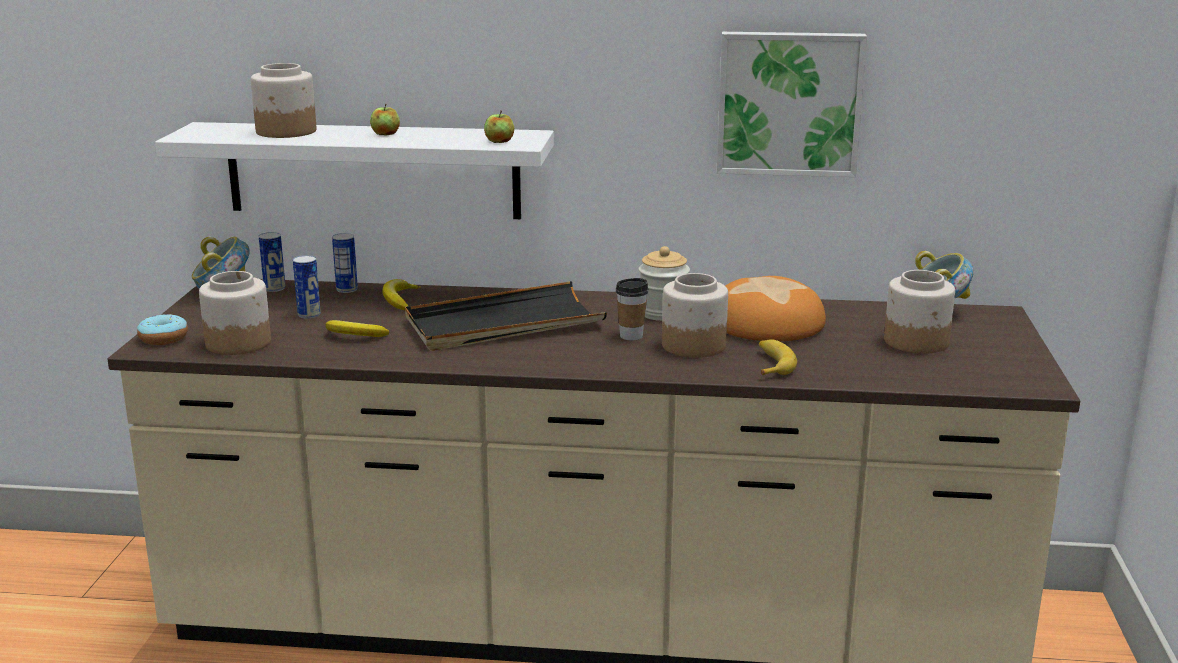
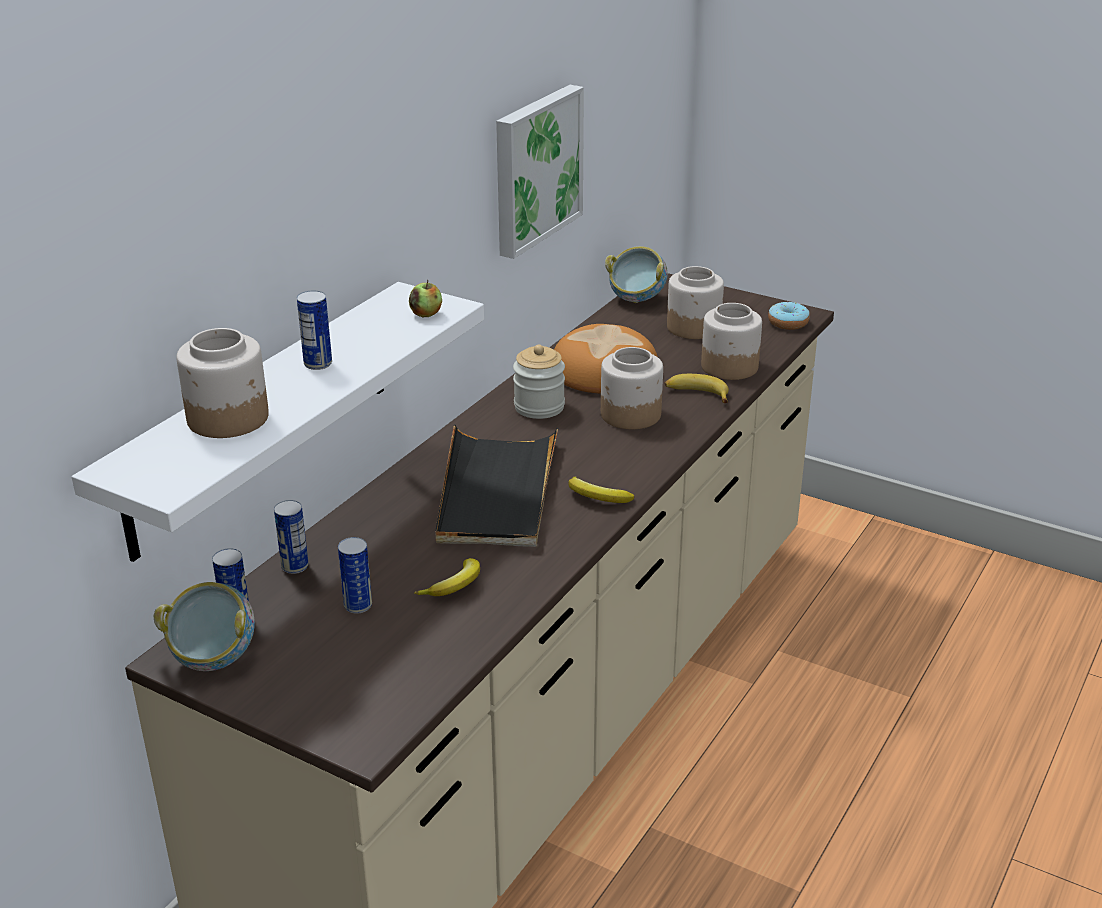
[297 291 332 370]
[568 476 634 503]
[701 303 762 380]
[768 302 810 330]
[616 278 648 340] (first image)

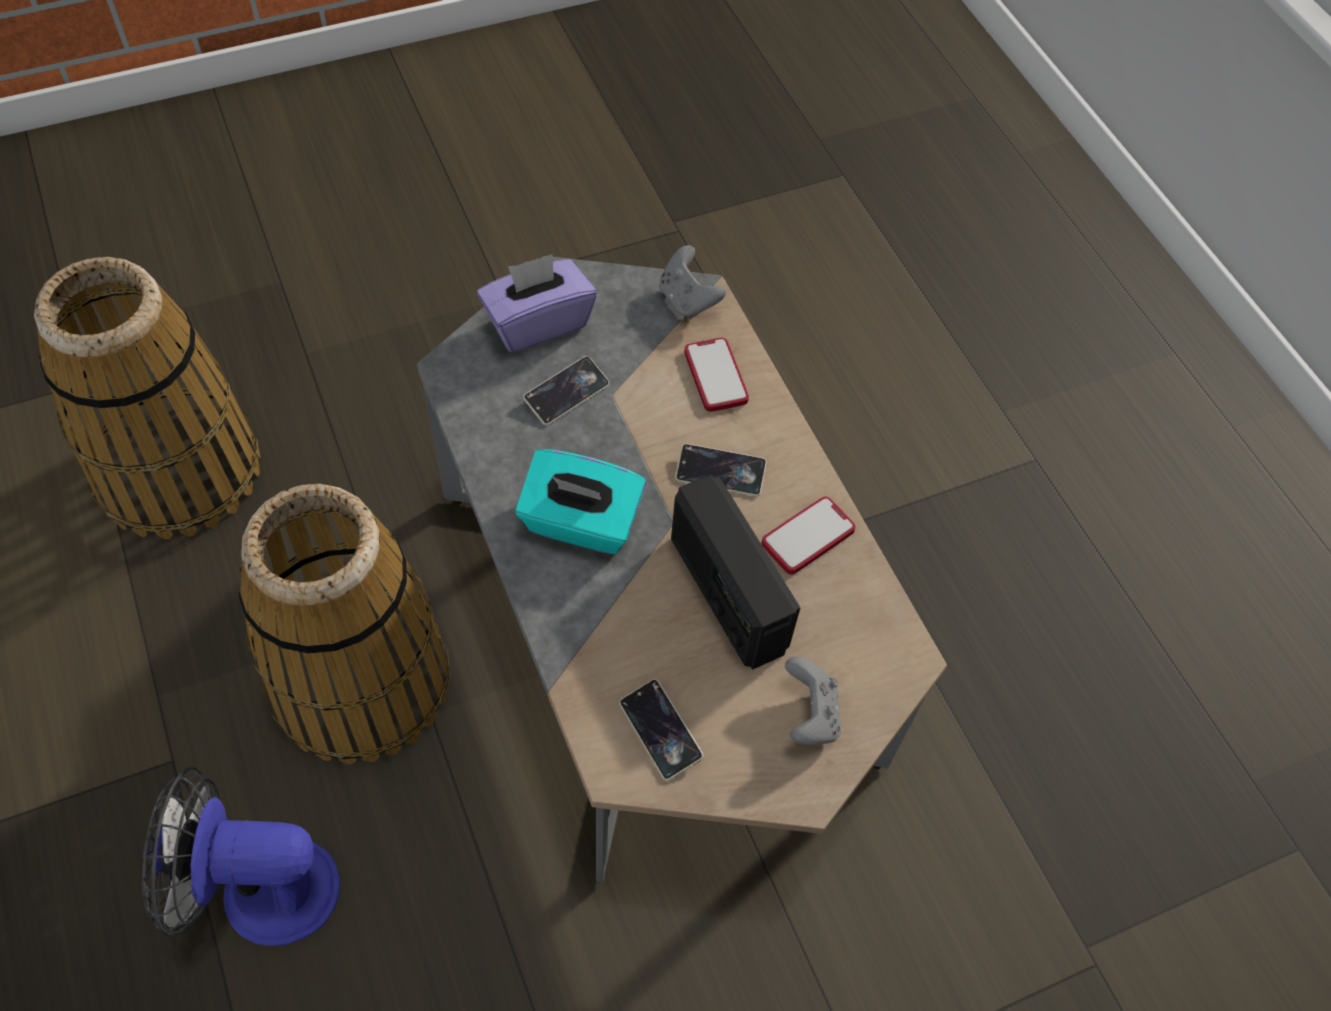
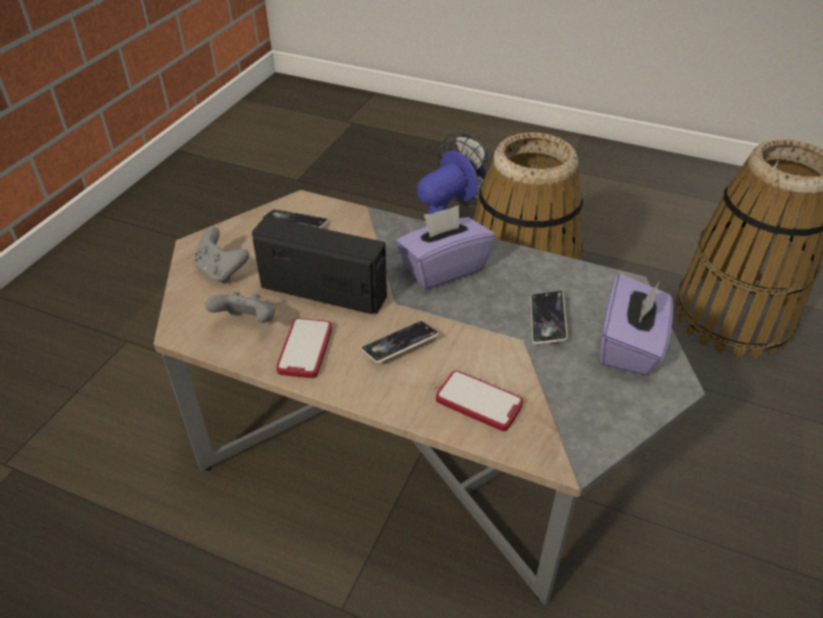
[205 291 275 323]
[396 205 495 289]

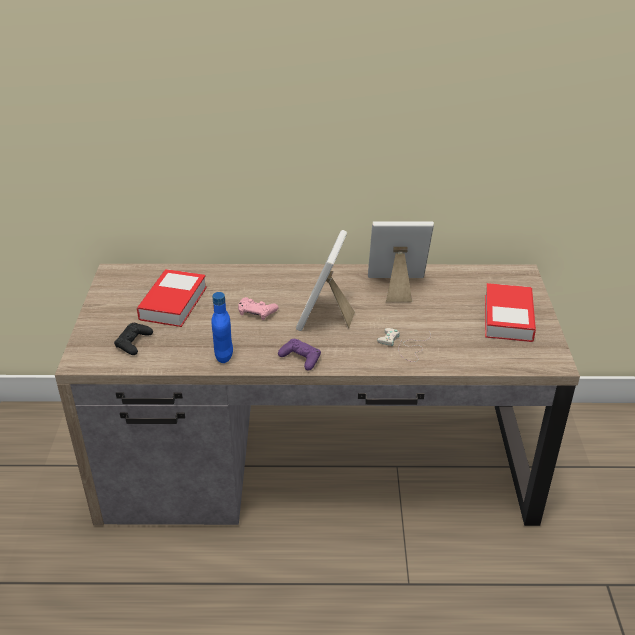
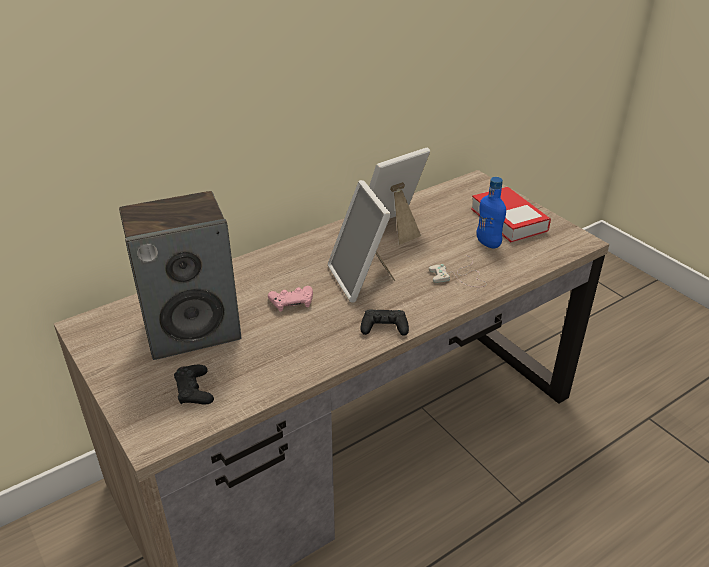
[119 191 241 360]
[360 309 409 336]
[476 177 506 249]

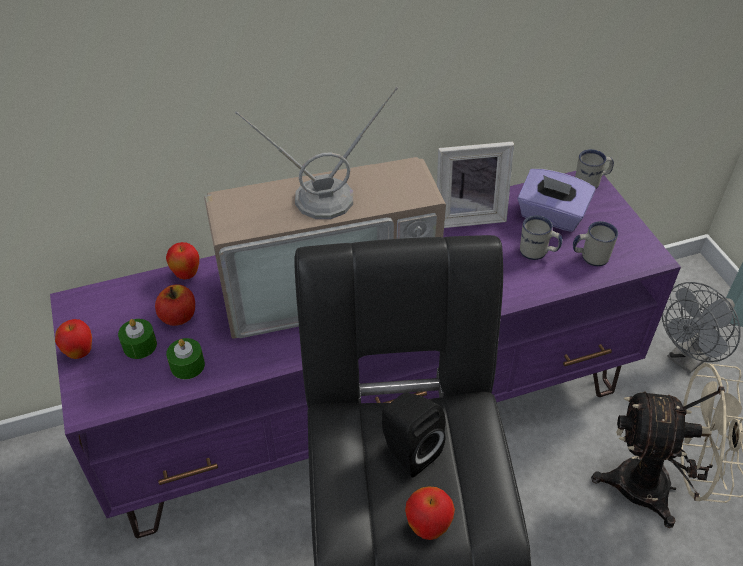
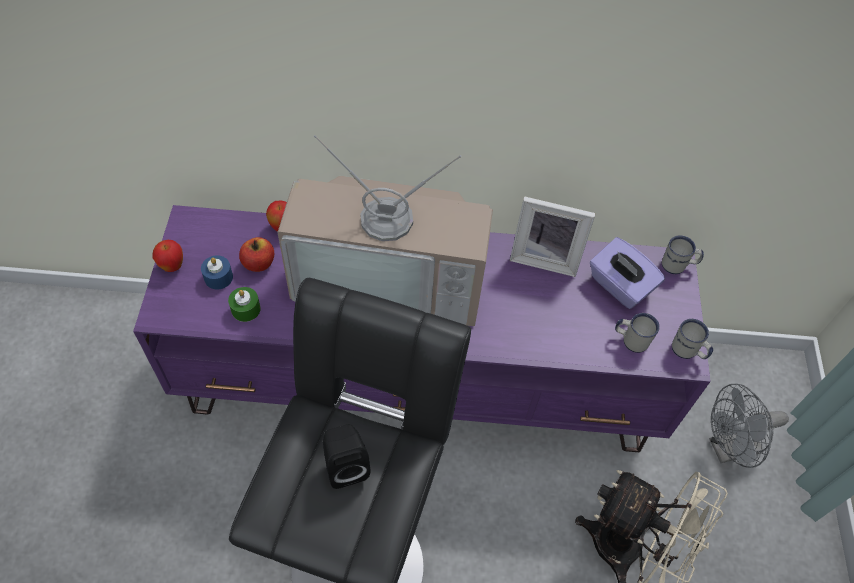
[201 255 233 289]
[672 319 713 359]
[405 486 455 540] (first image)

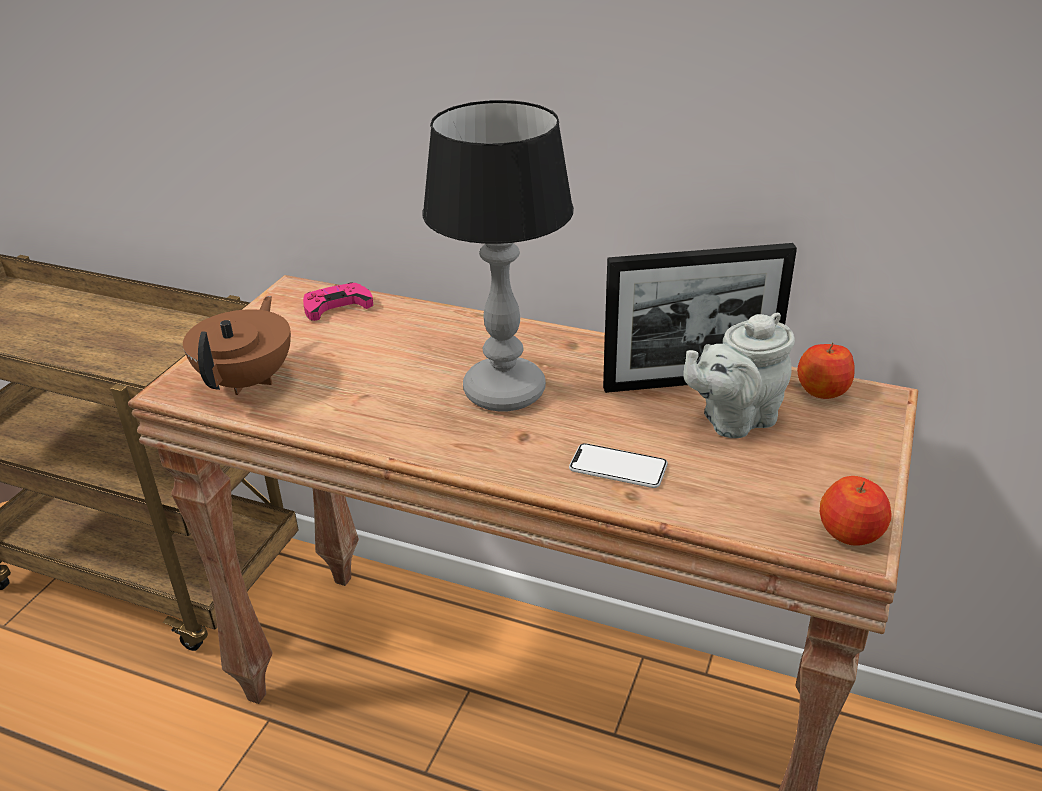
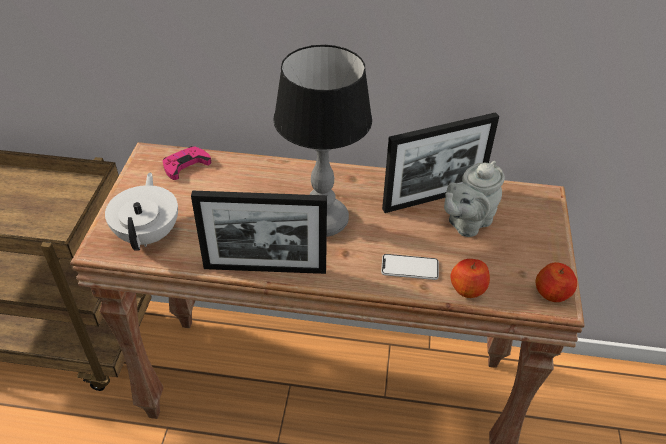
[105 173 178 250]
[191 190 327 274]
[450 259 490 298]

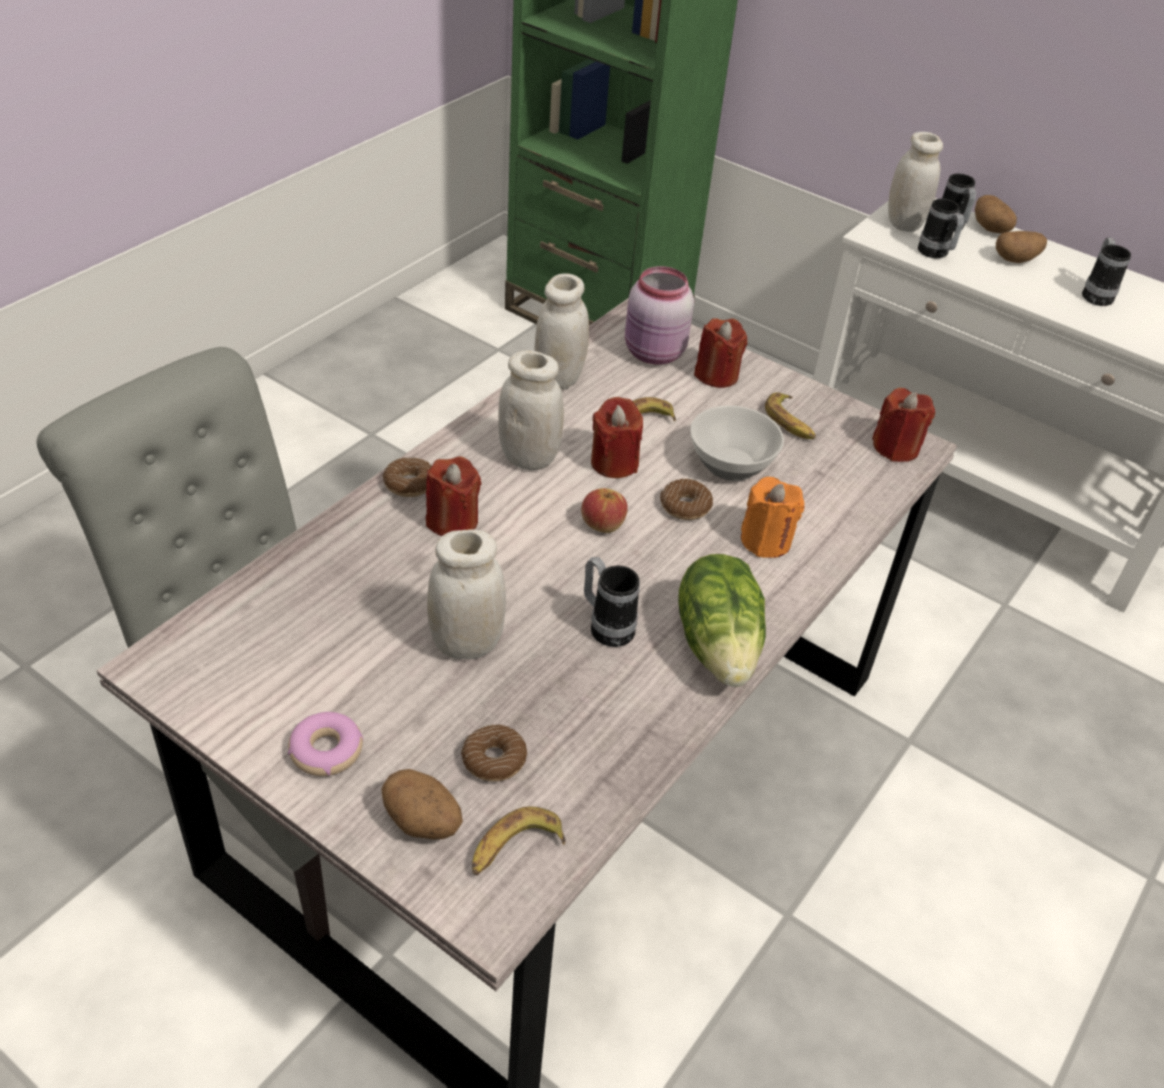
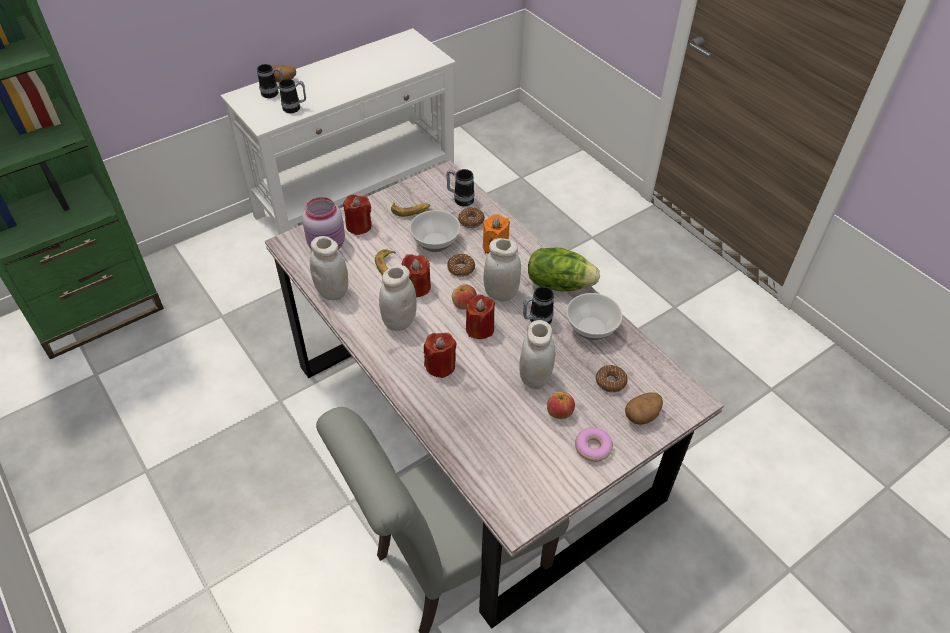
[446 169 474 206]
[458 207 485 228]
[466 294 495 339]
[484 238 521 301]
[547 392 575 419]
[566 293 622 340]
[472 807 566 875] (first image)
[996 231 1047 263] (first image)

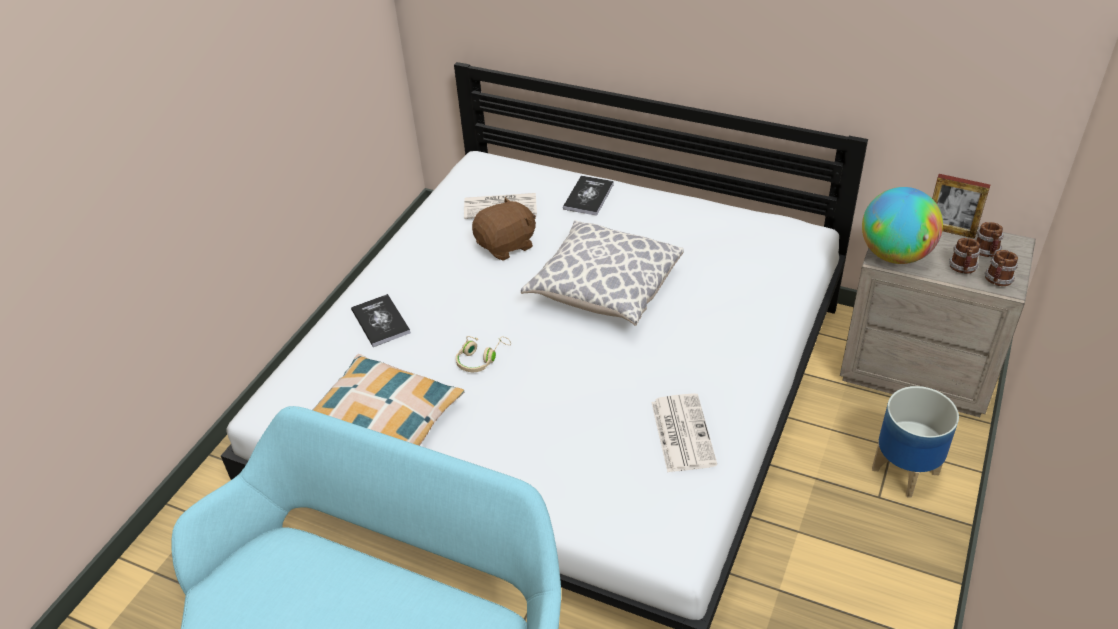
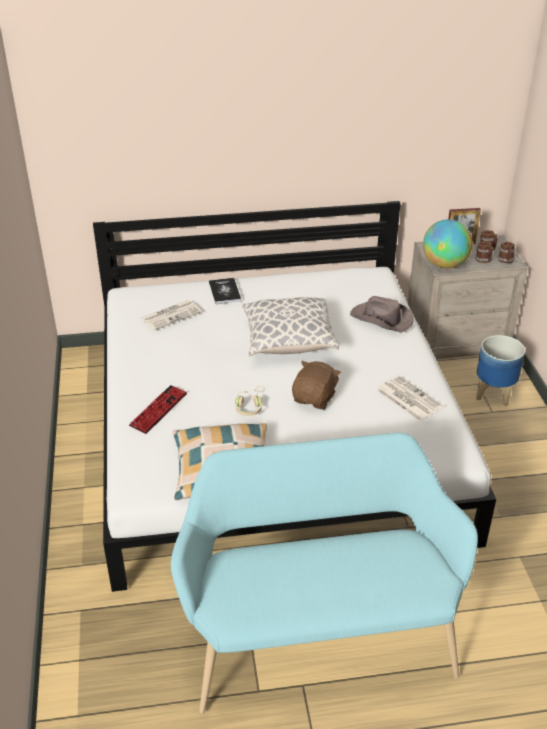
[129 385 187 434]
[292 361 341 409]
[350 296 414 333]

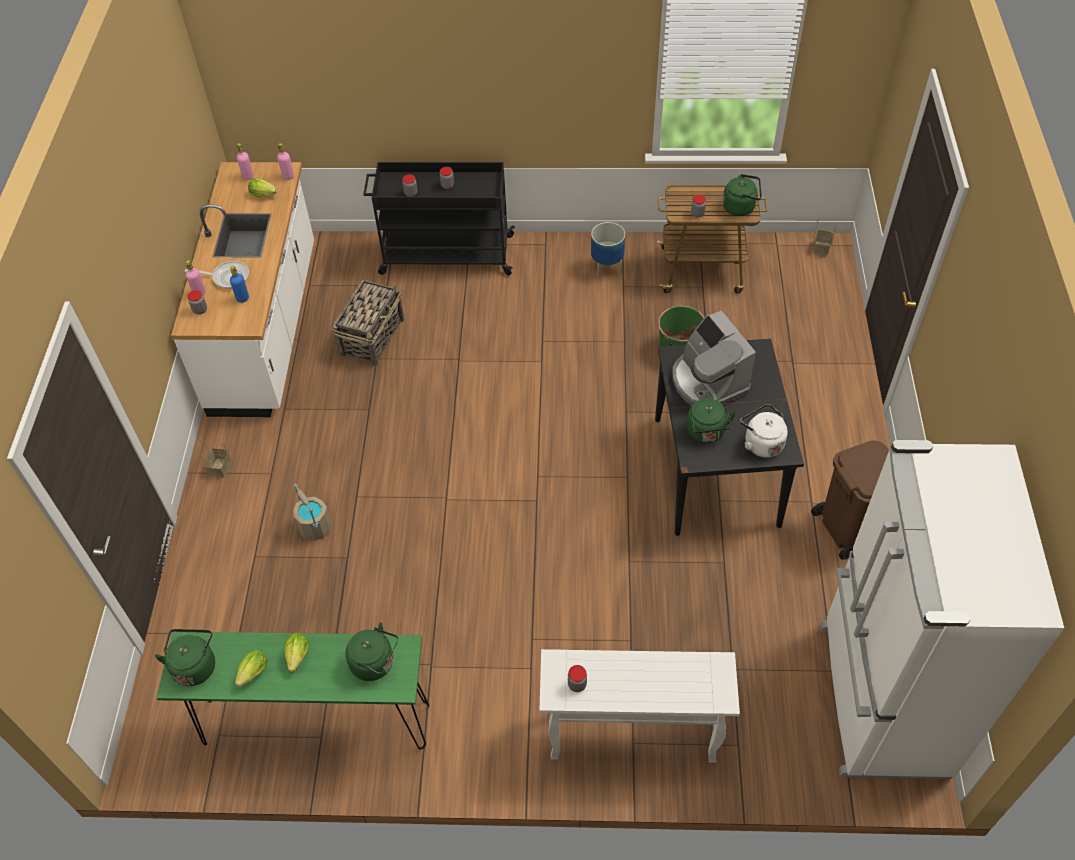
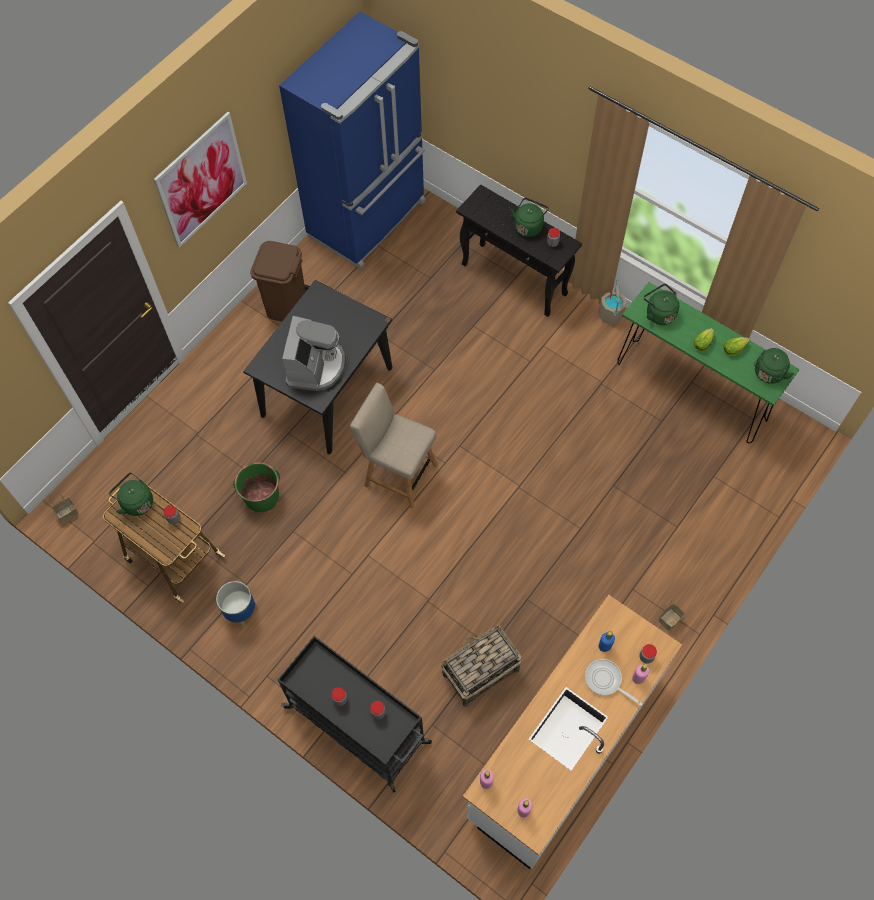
[154 112 247 248]
[279 11 426 269]
[350 383 438 509]
[456 184 582 317]
[510 198 549 237]
[599 279 626 325]
[248 178 278 197] (first image)
[740 404 788 458] (first image)

